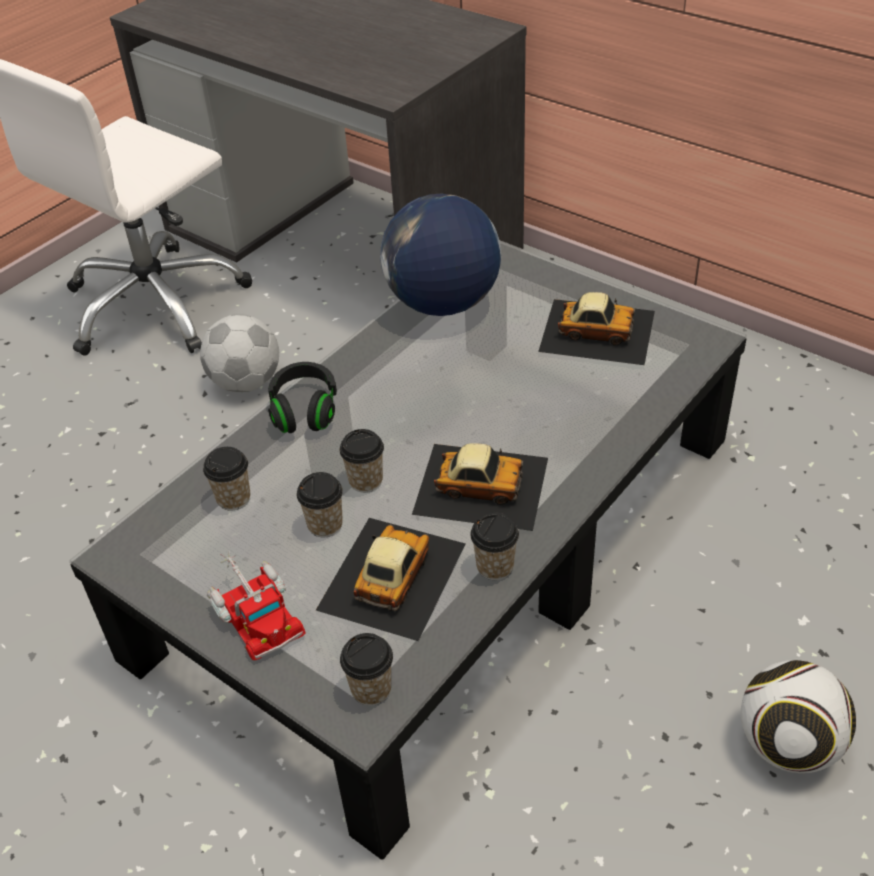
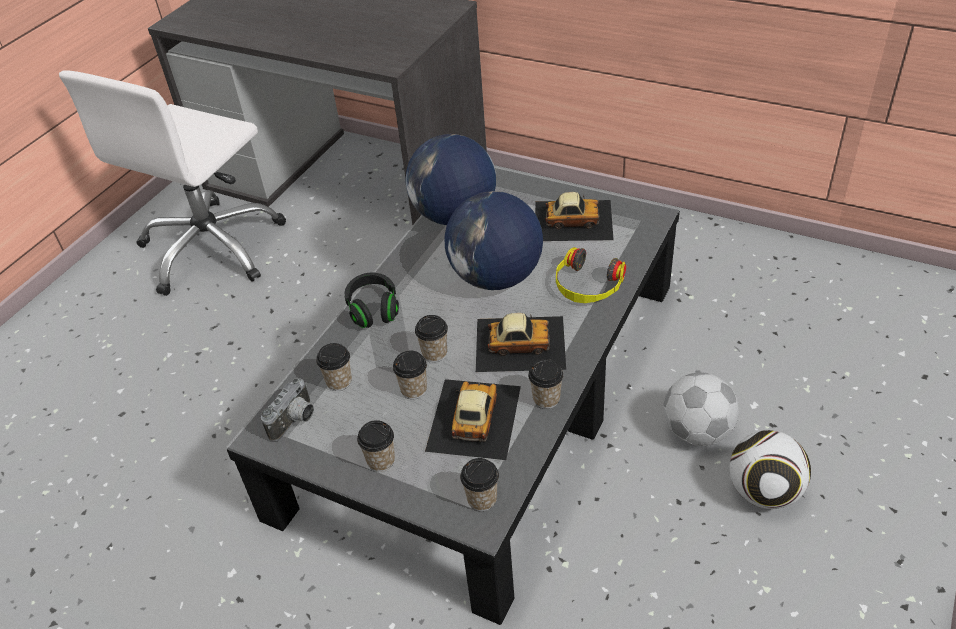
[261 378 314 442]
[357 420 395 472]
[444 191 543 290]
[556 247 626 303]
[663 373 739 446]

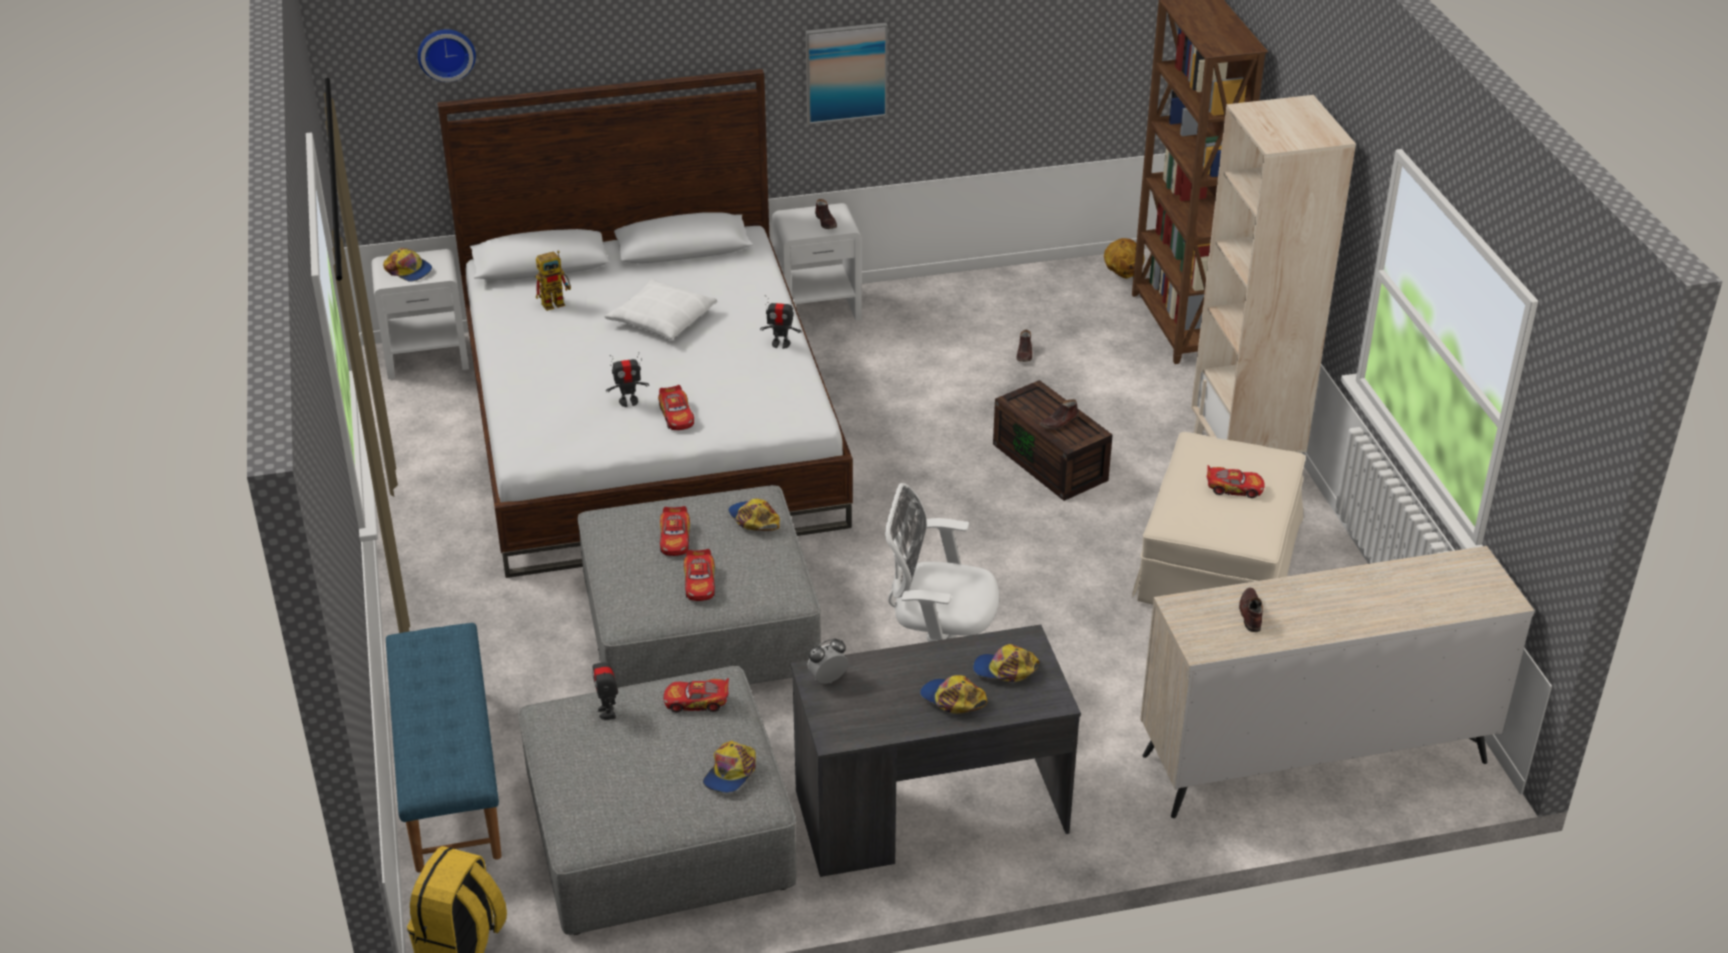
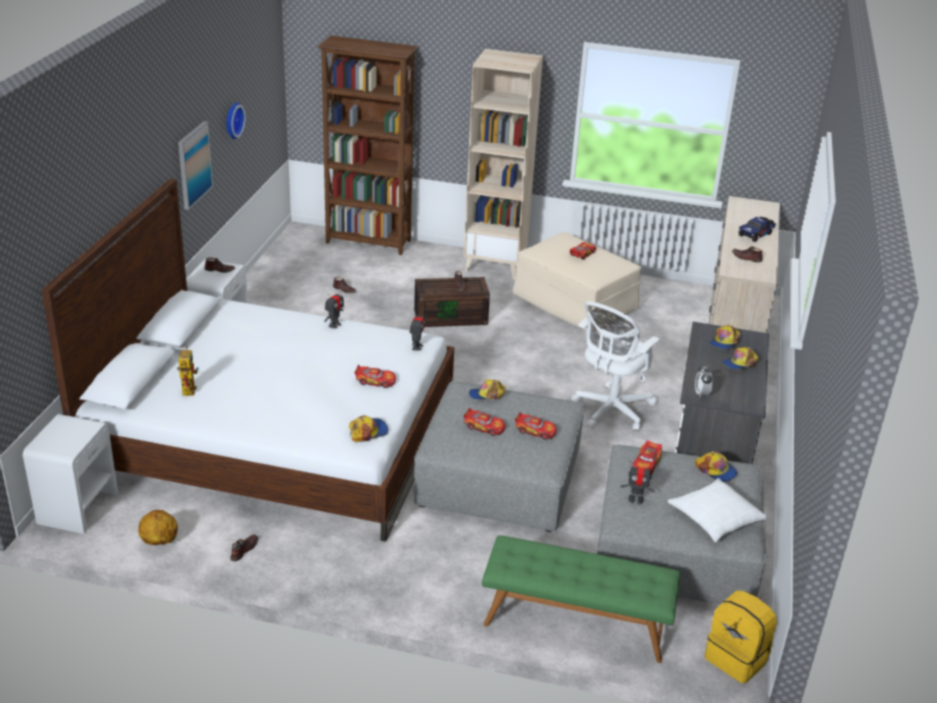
[138 510 178 545]
[226 102 246 139]
[230 534 258 562]
[348 415 388 442]
[410 311 425 351]
[482 535 680 663]
[668 478 767 542]
[738 217 776 242]

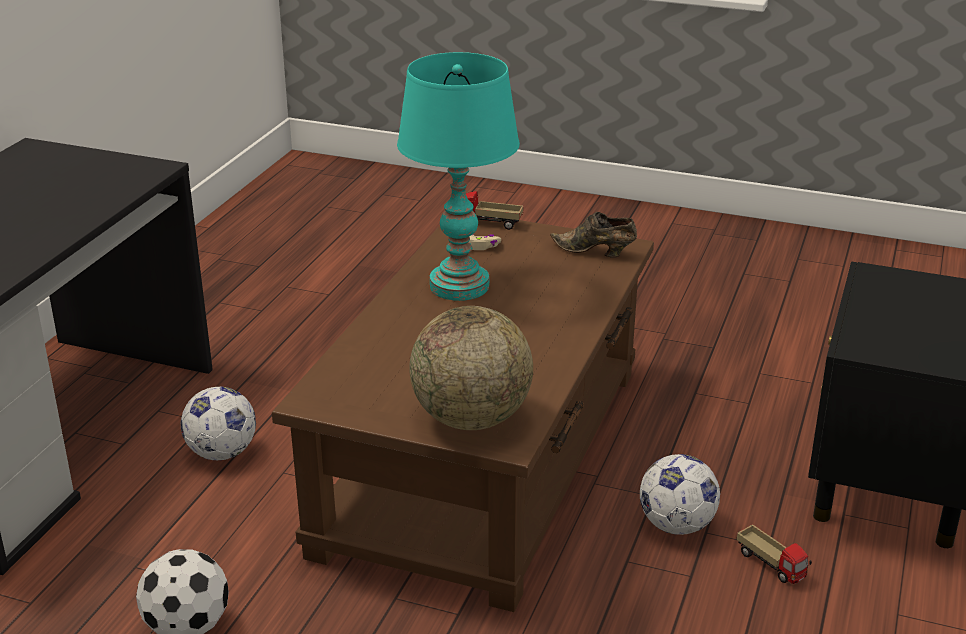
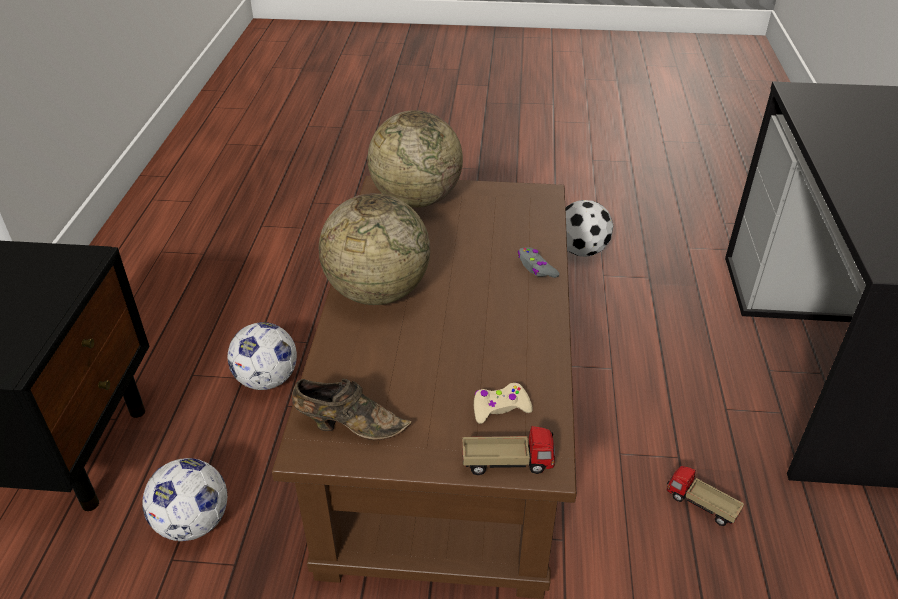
[142 458 227 541]
[319 193 430 305]
[518 247 560 278]
[667 466 744 526]
[397 52 520 301] (first image)

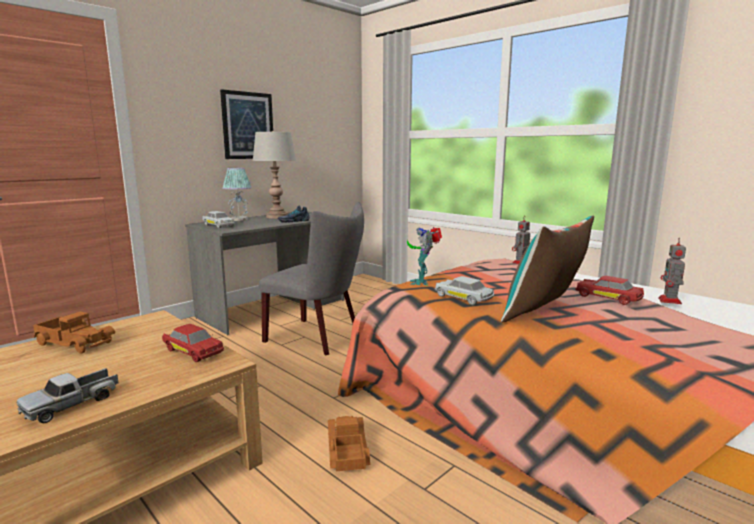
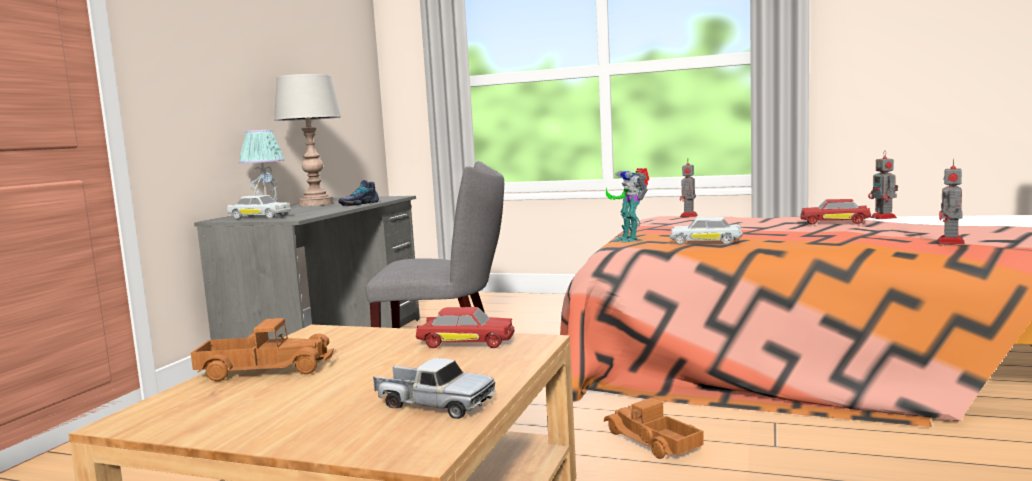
[373 358 495 419]
[937 158 965 244]
[220 89 273 159] (first image)
[501 216 594 323] (first image)

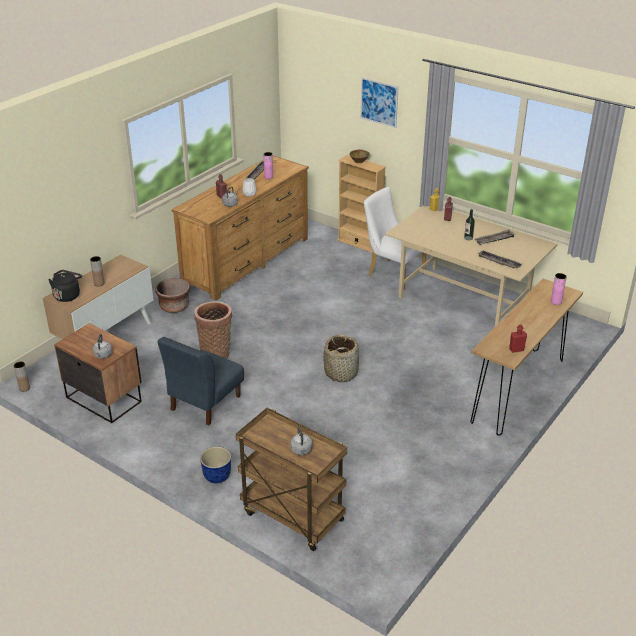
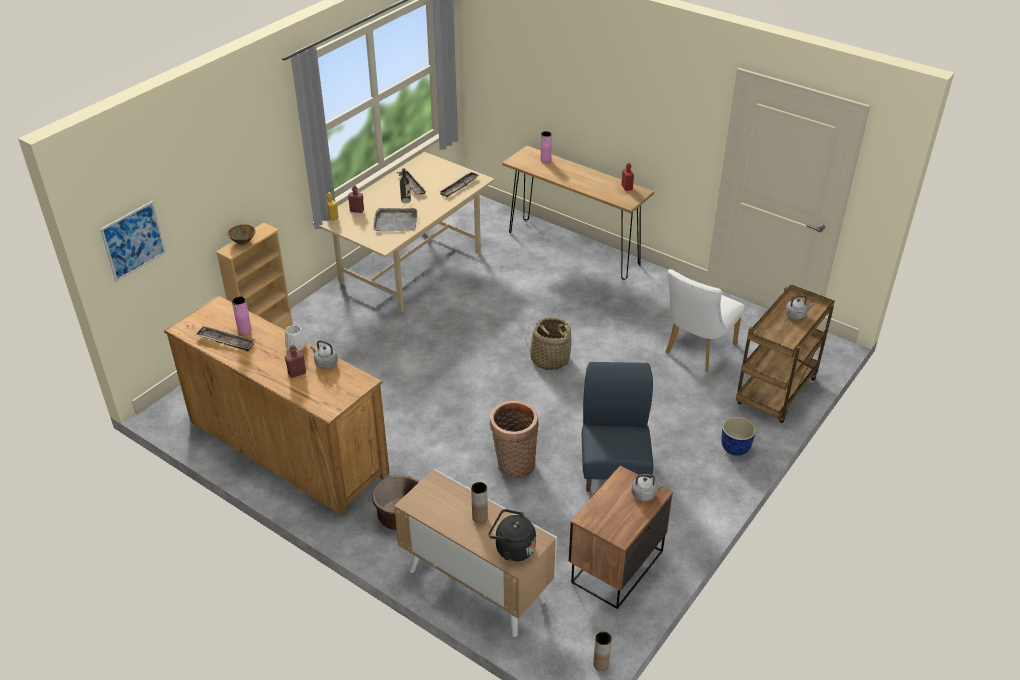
[100 201 166 282]
[374 208 417 232]
[581 362 653 492]
[665 269 745 372]

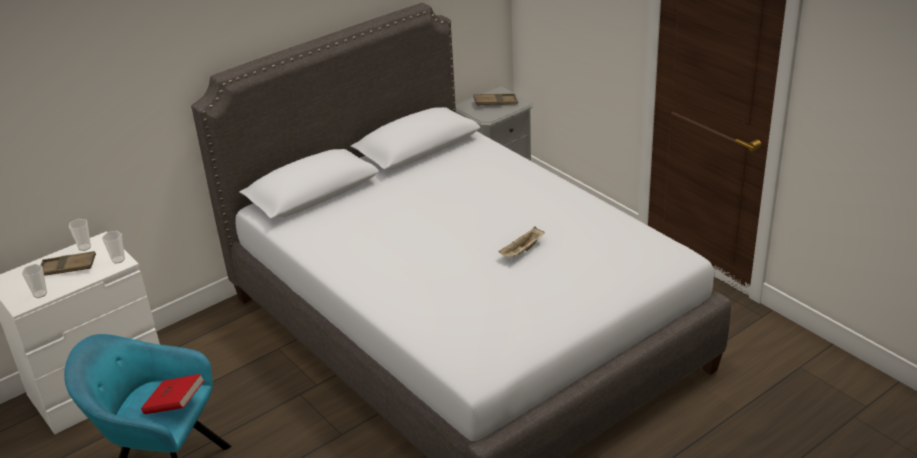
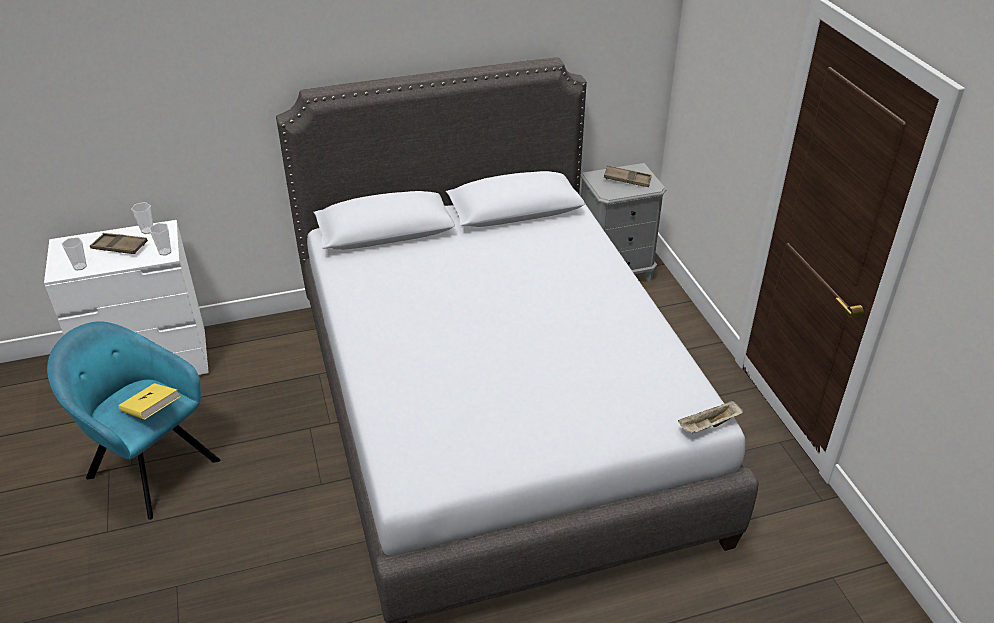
[119 383 181 420]
[678 400 743 434]

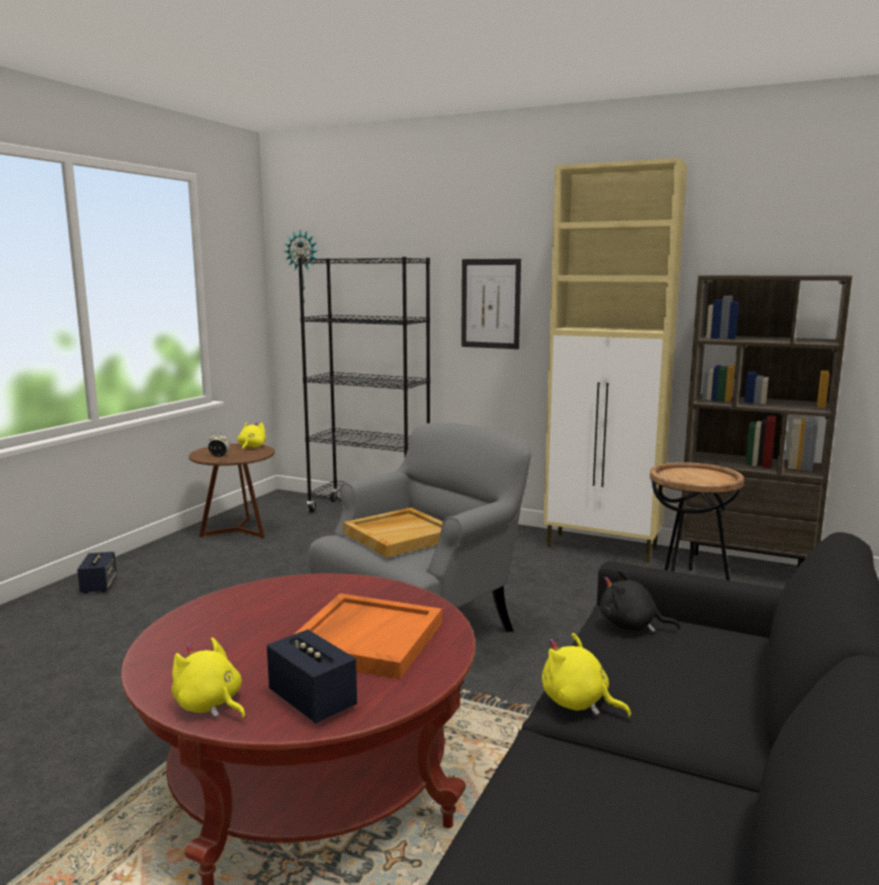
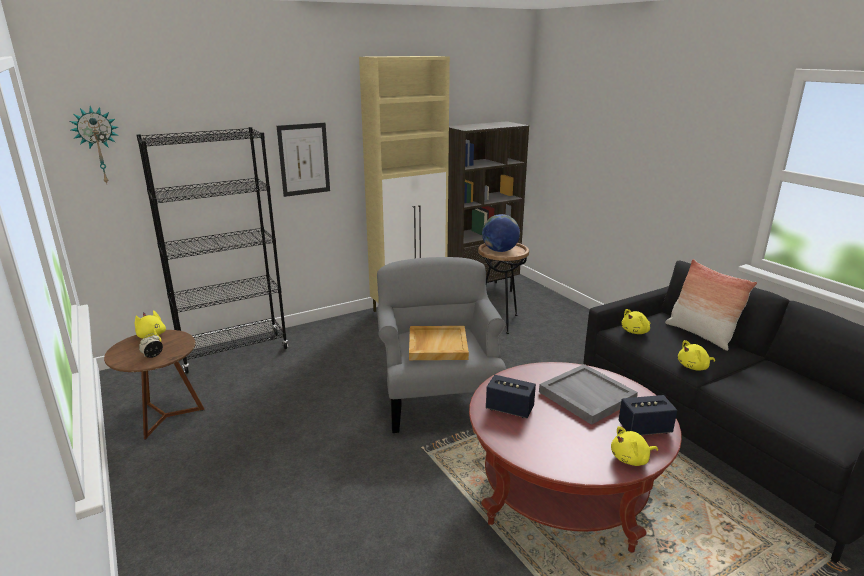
[482 214 520 252]
[486 375 536 418]
[539 364 638 425]
[622 309 651 334]
[665 259 757 351]

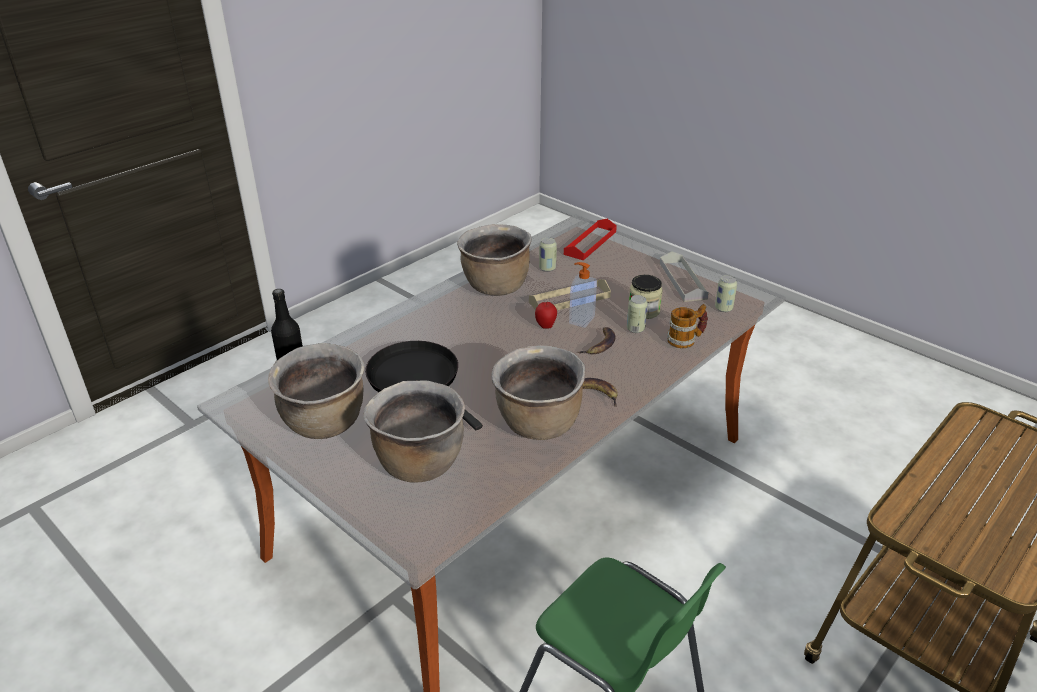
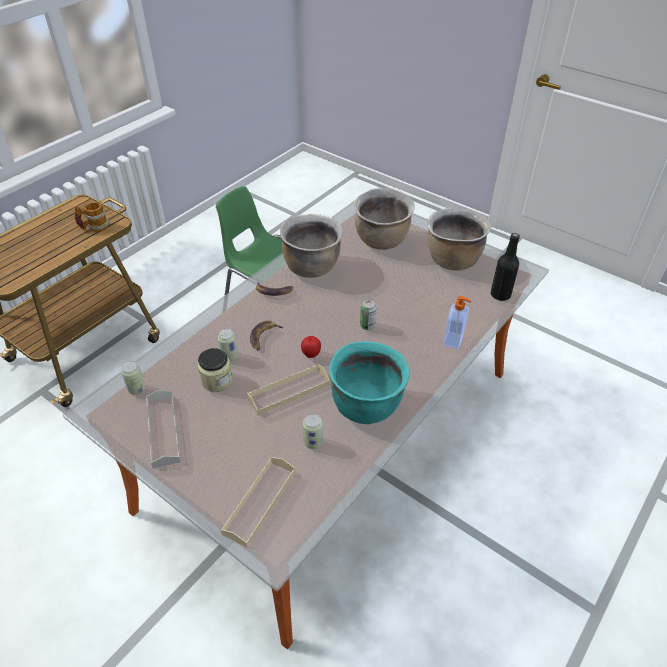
[74 201 109 232]
[221 457 295 547]
[329 341 410 424]
[360 299 377 330]
[443 296 472 350]
[365 341 483 430] (first image)

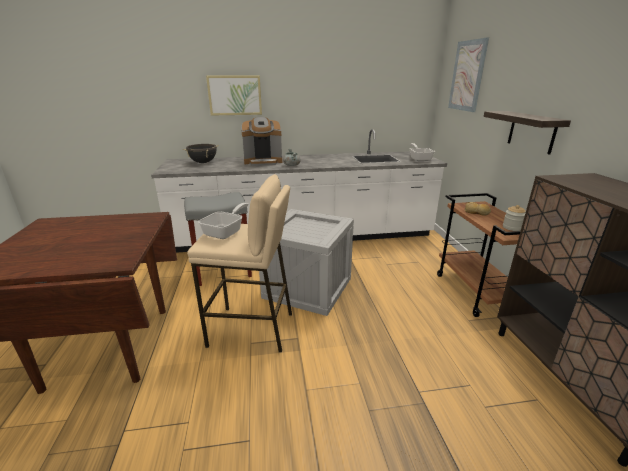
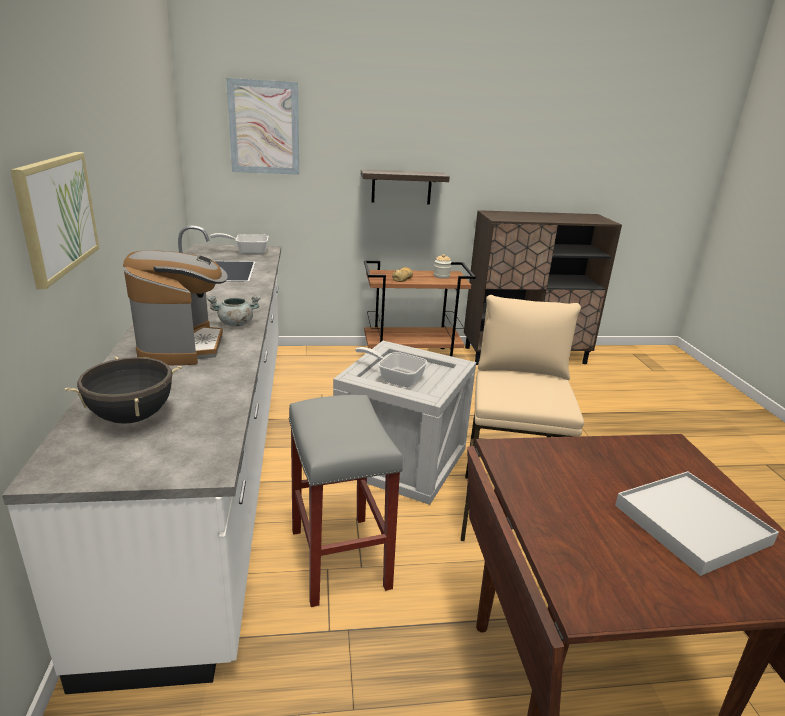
[355 347 427 387]
[615 471 779 576]

